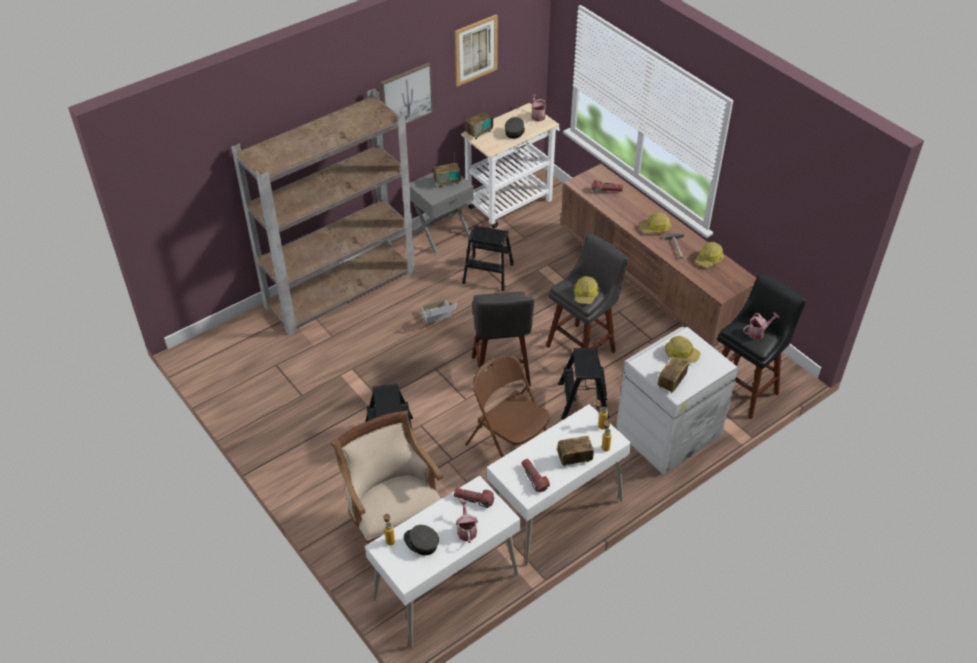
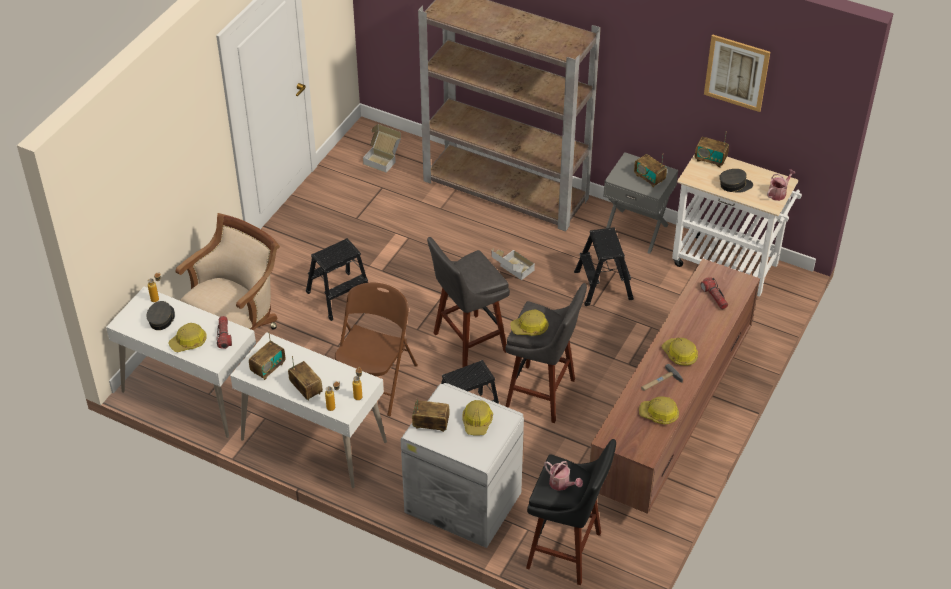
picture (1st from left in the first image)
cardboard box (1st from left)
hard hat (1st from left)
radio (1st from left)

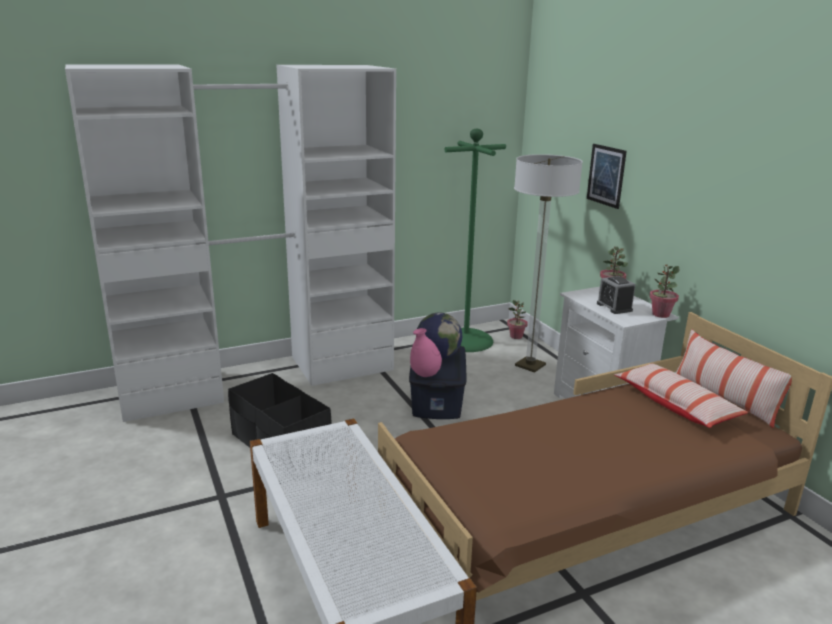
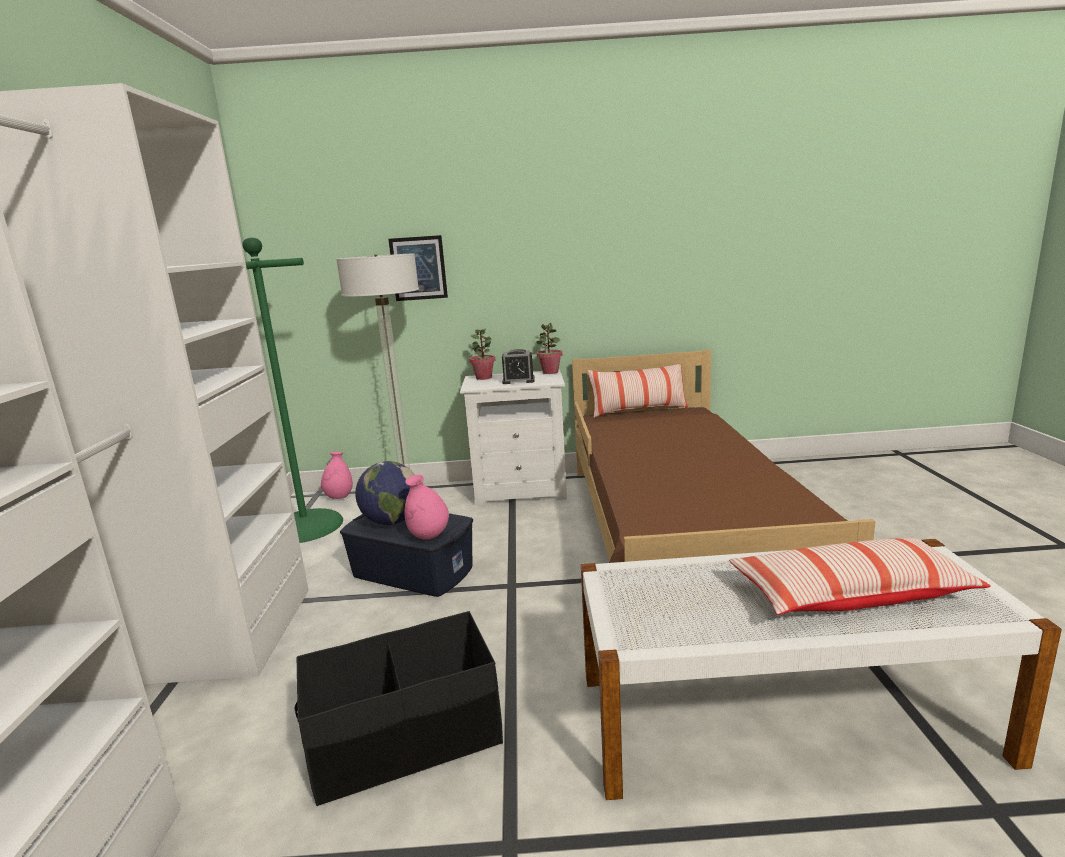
pillow (2nd from left)
vase/pink (1st from left)

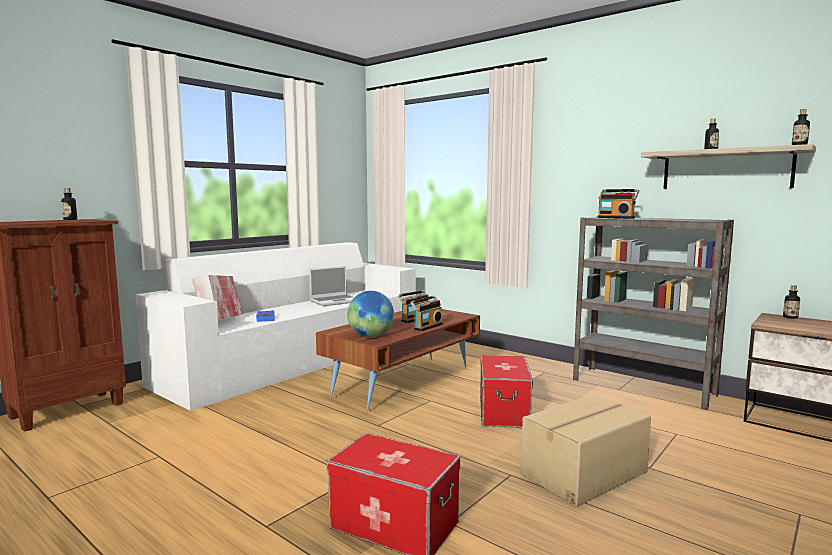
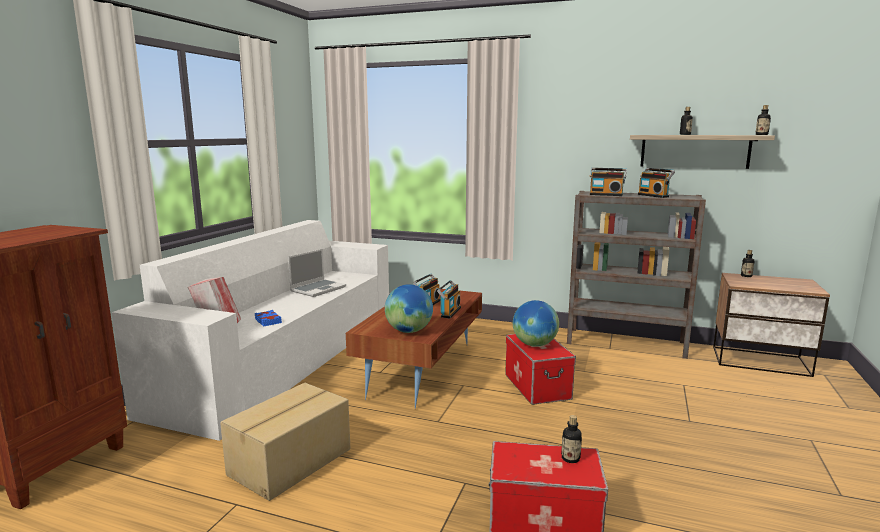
globe (2nd from left)
radio (4th from left)
bottle (1st from left)
cardboard box

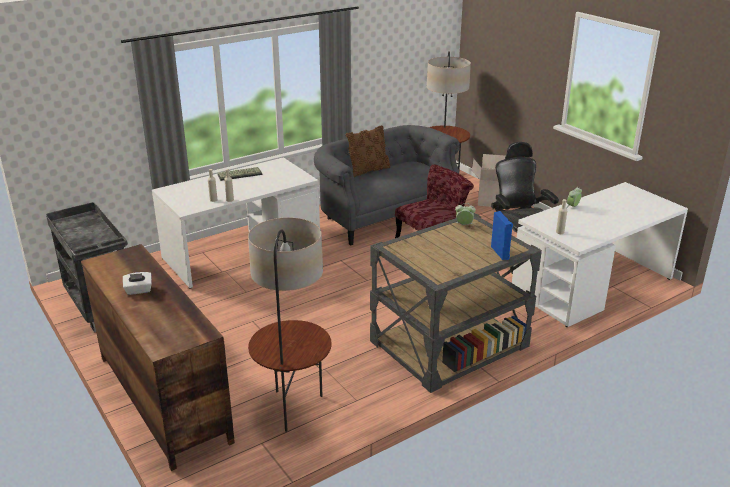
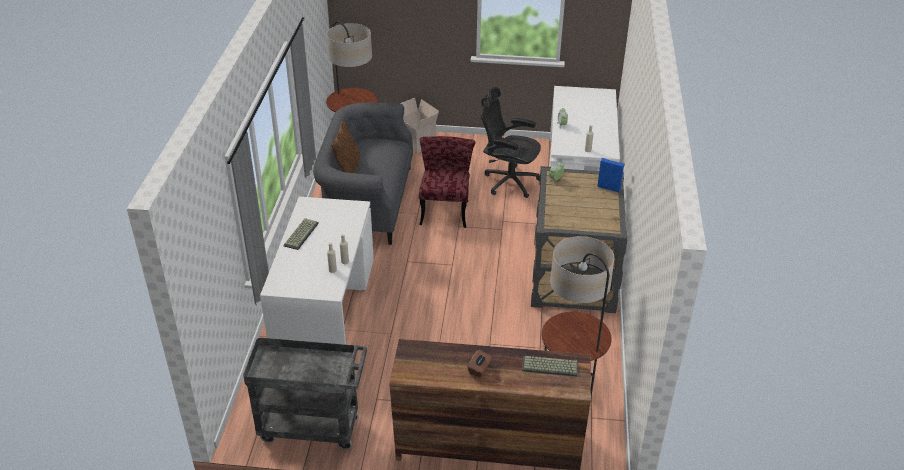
keyboard (2nd from left)
tissue box/brown

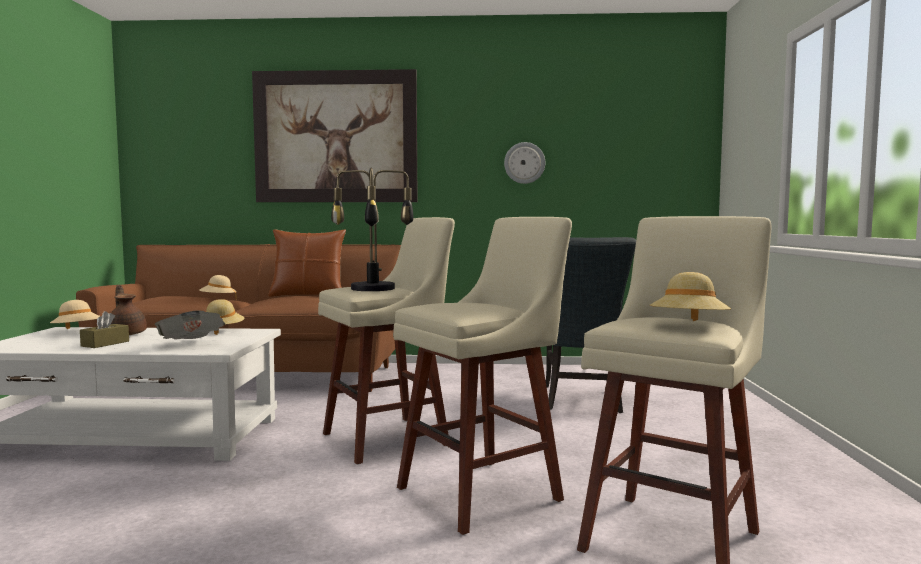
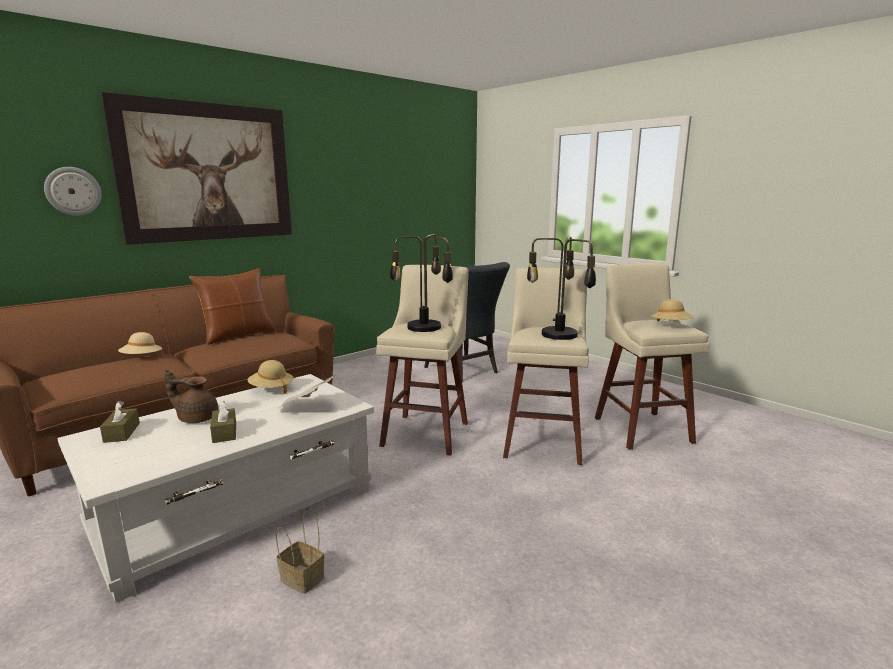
basket
table lamp (2nd from left)
wall clock
tissue box/brown (1st from left)

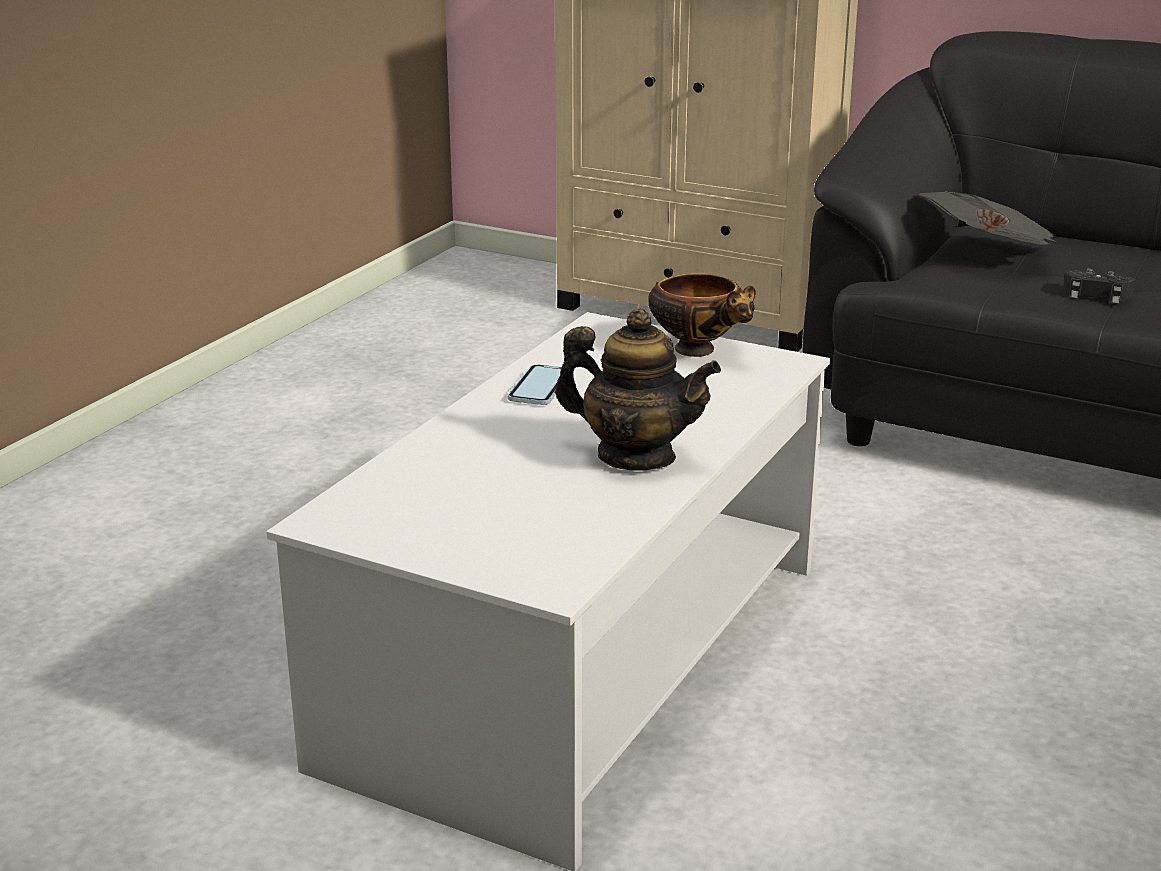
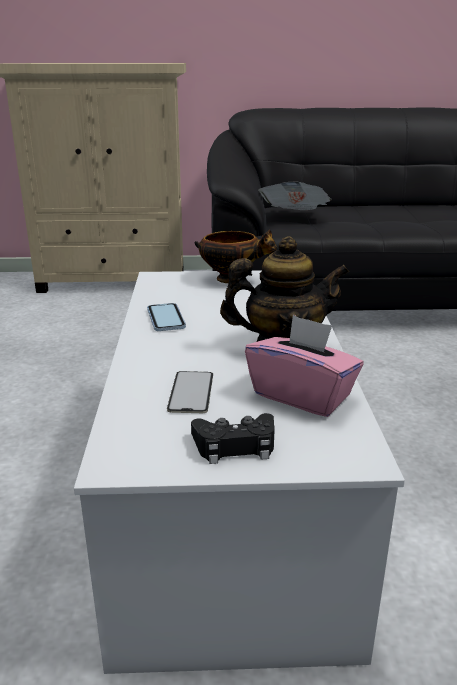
phone (2nd from left)
tissue box/pink
game controller/black

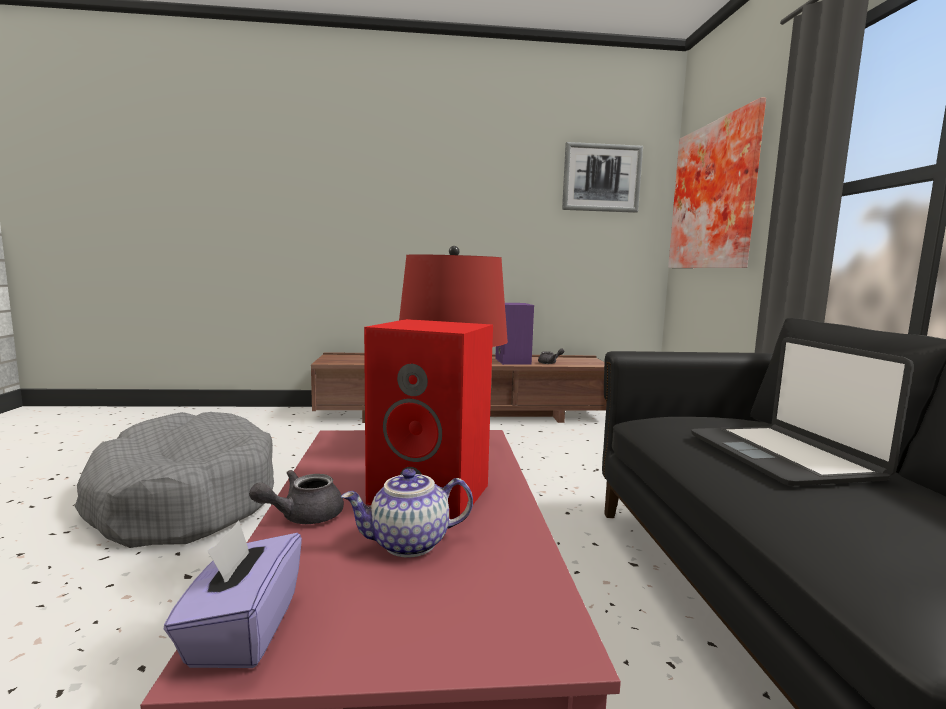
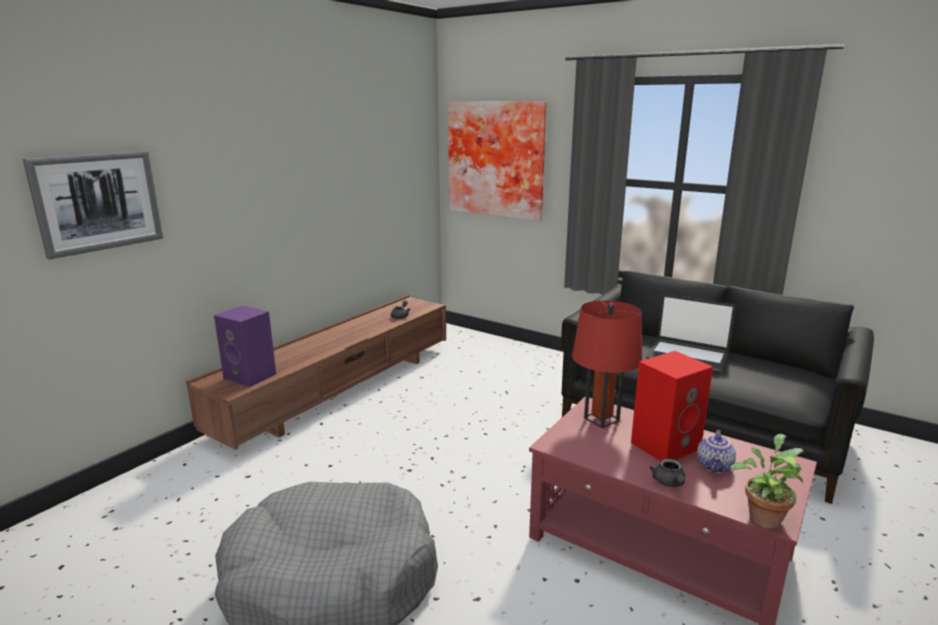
speaker/purple
picture (1st from left)
potted plant

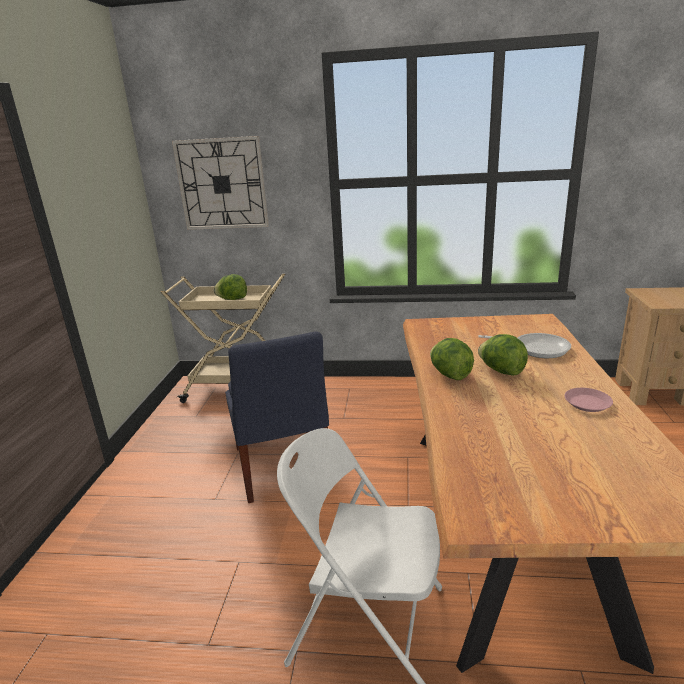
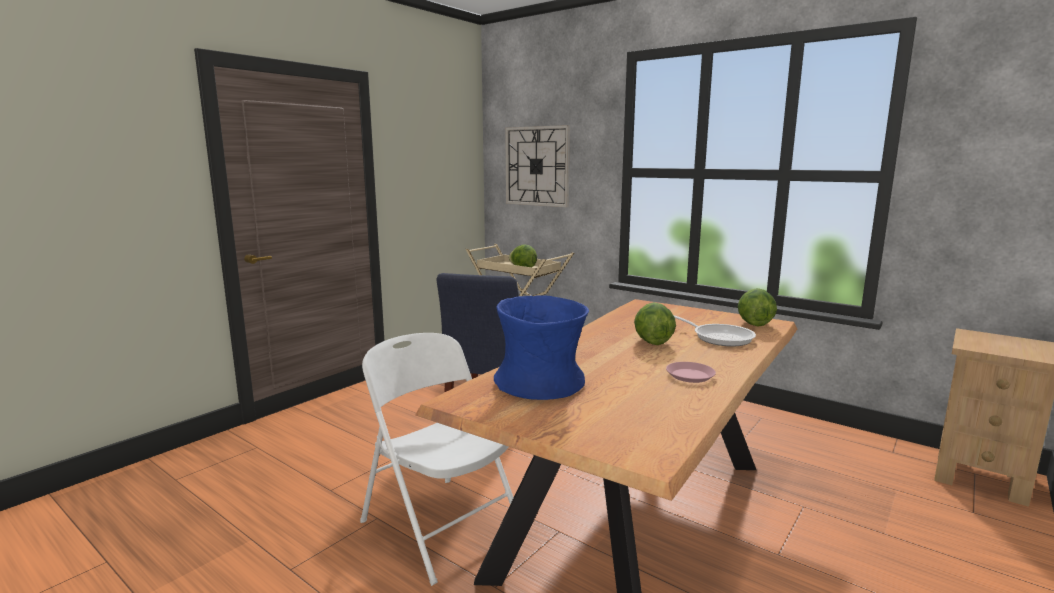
vase/blue
lettuce (3rd from left)

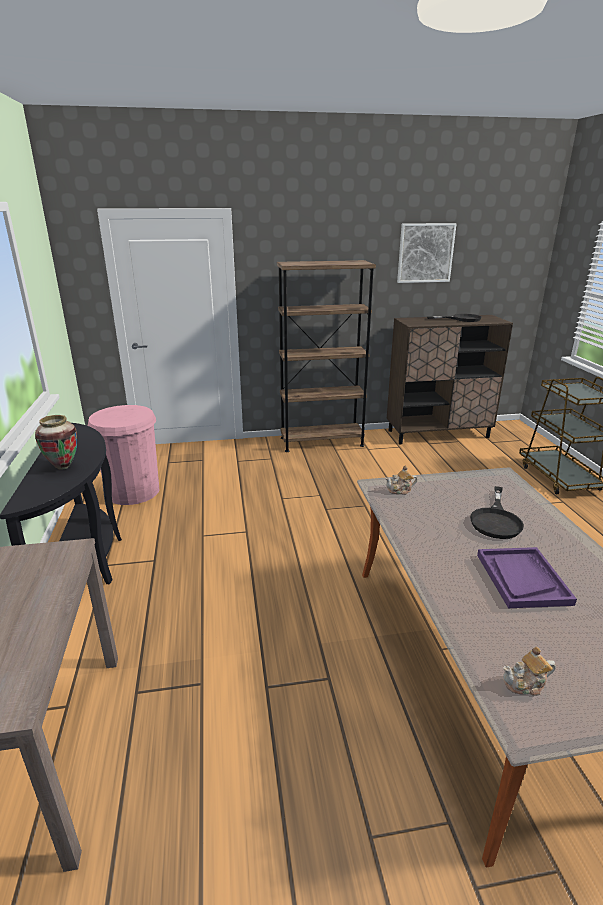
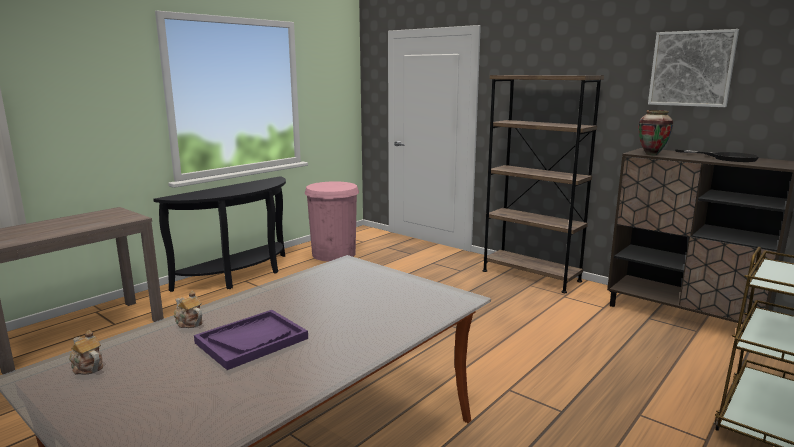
frying pan/black (2nd from left in the first image)
vase
teapot (2nd from left)

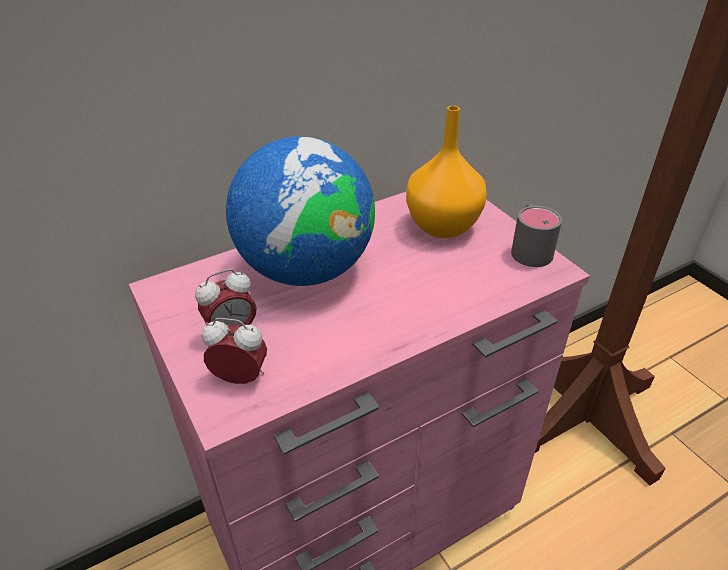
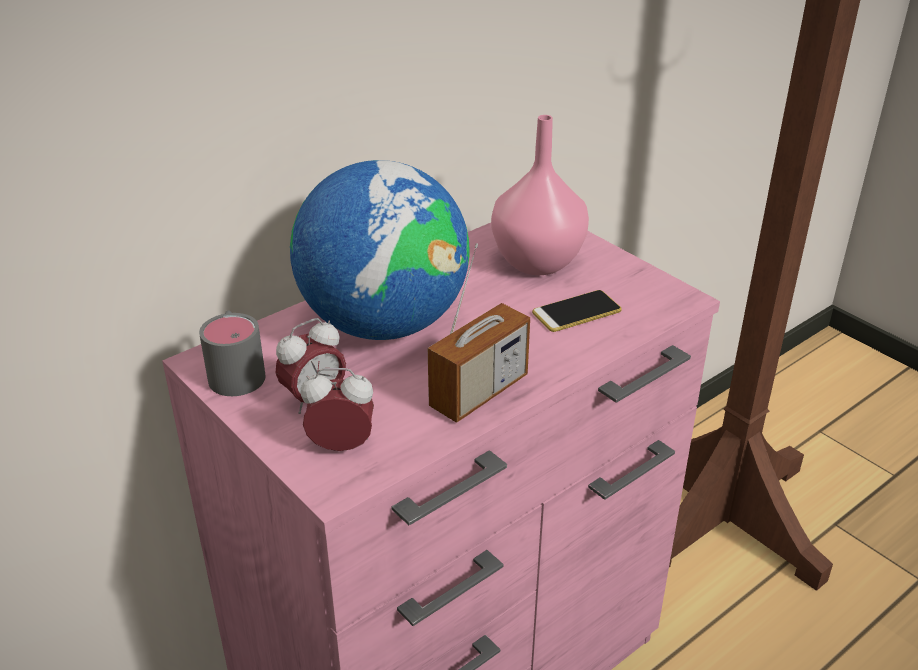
radio
phone
mug/grey
vase/pink

